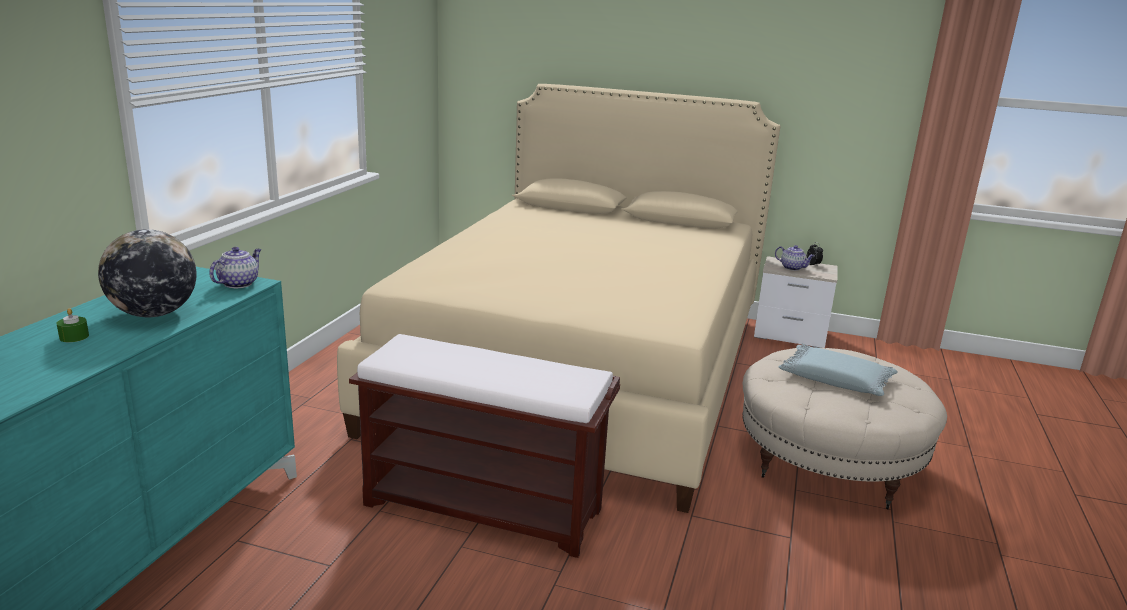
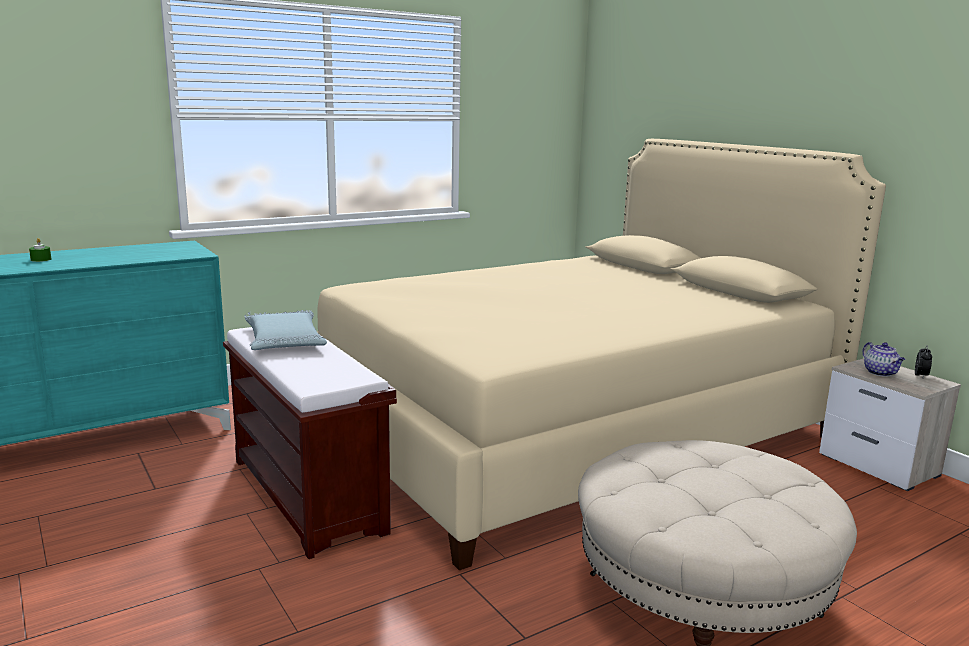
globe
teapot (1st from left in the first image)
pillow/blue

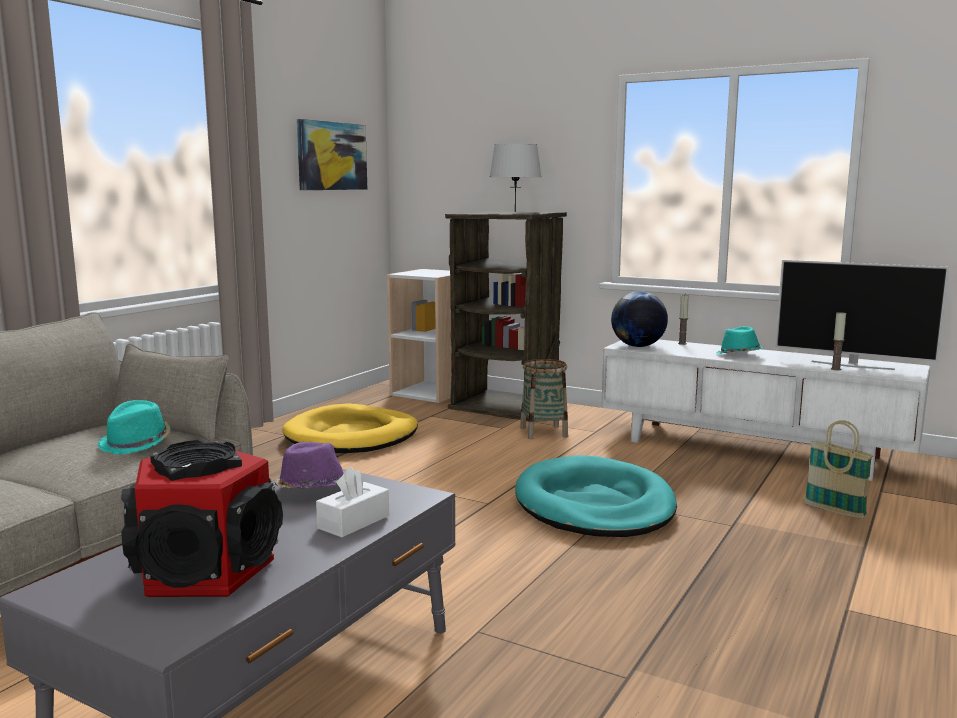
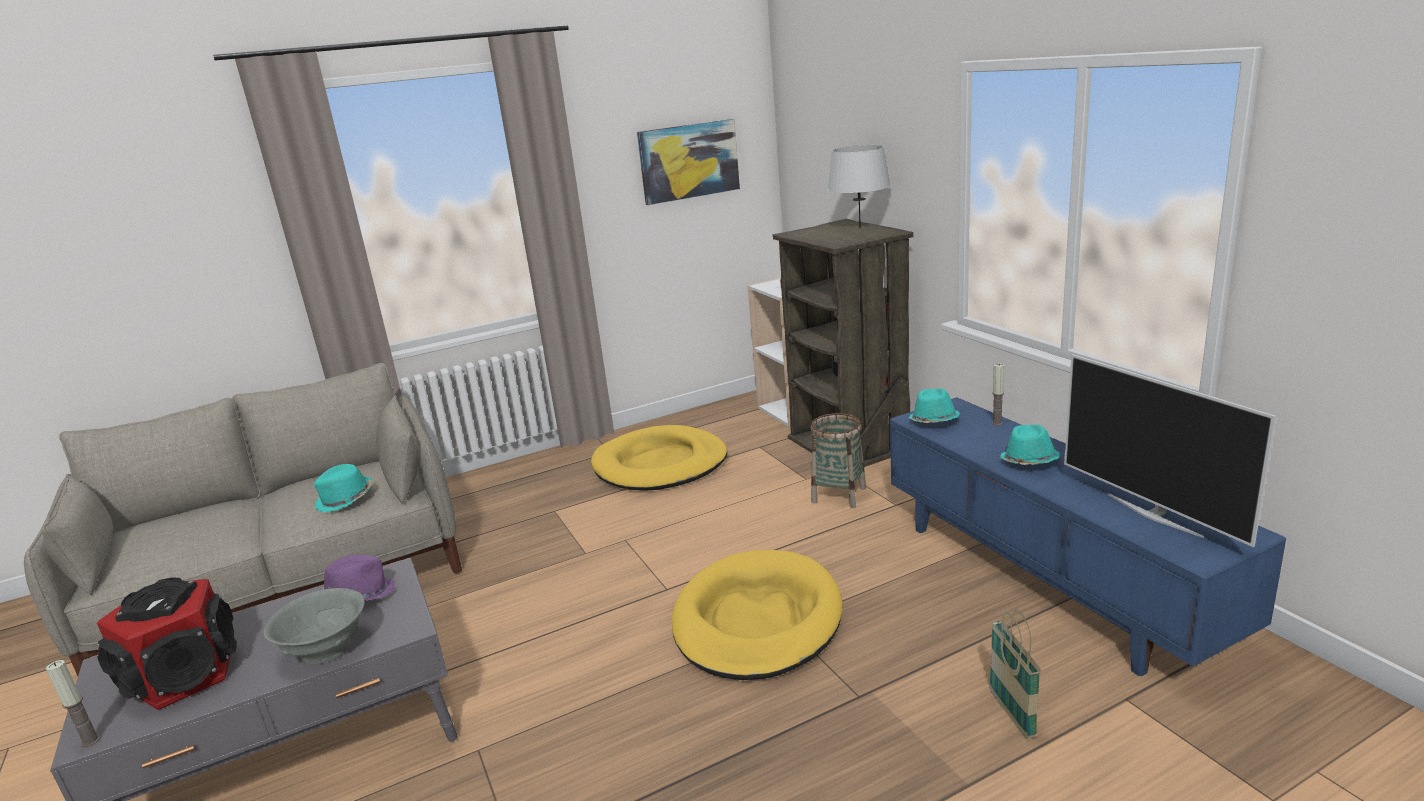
candle (1st from left)
bowl/grey
hat/turquoise (2nd from left)
dog bed/yellow (2nd from left)
tv stand/blue

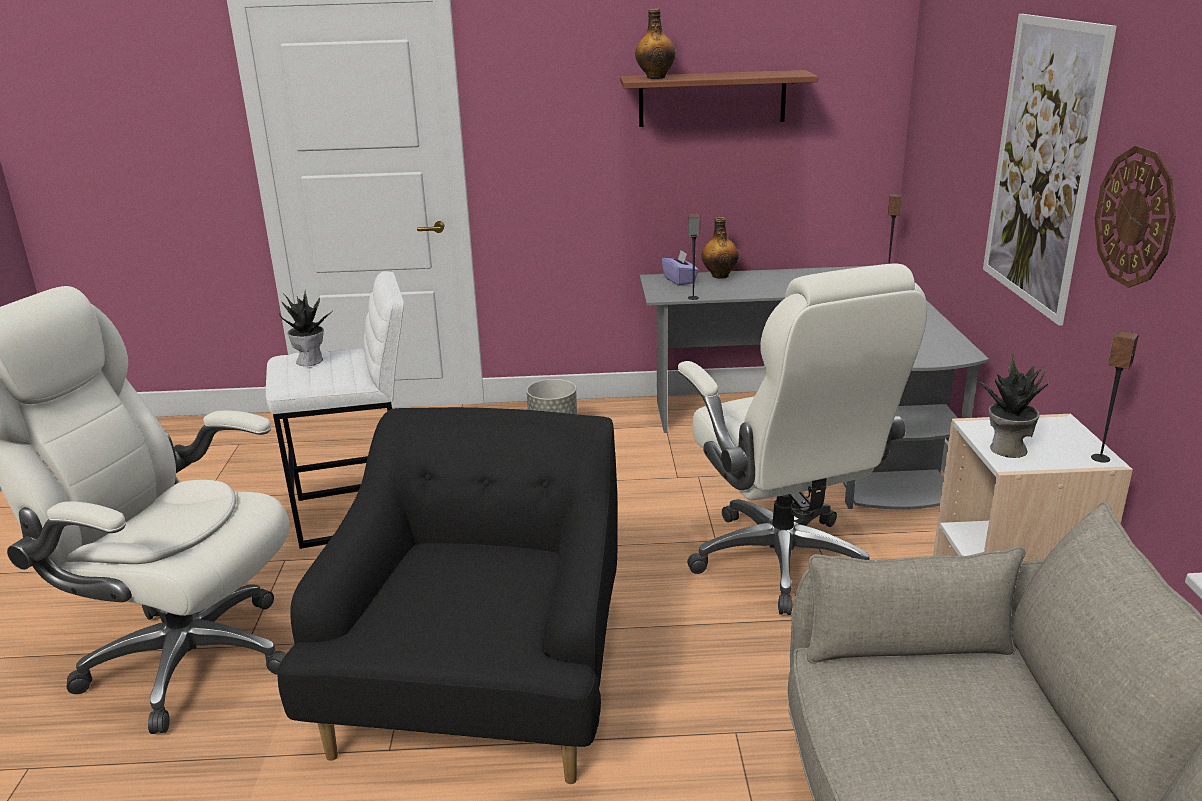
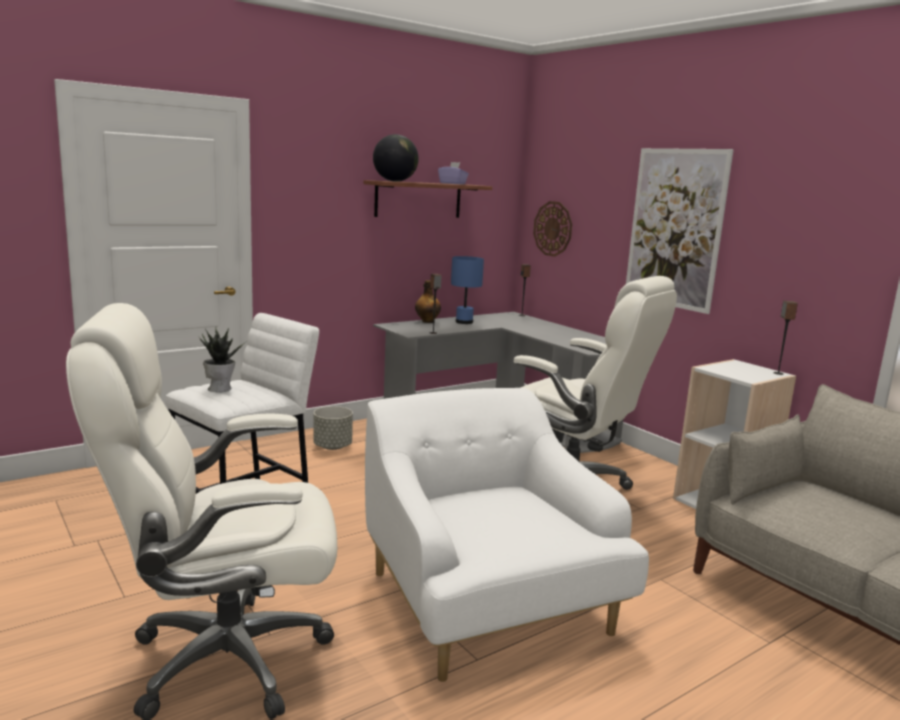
potted plant (2nd from left in the first image)
table lamp/blue
tissue box/purple
wall clock
globe
armchair/white

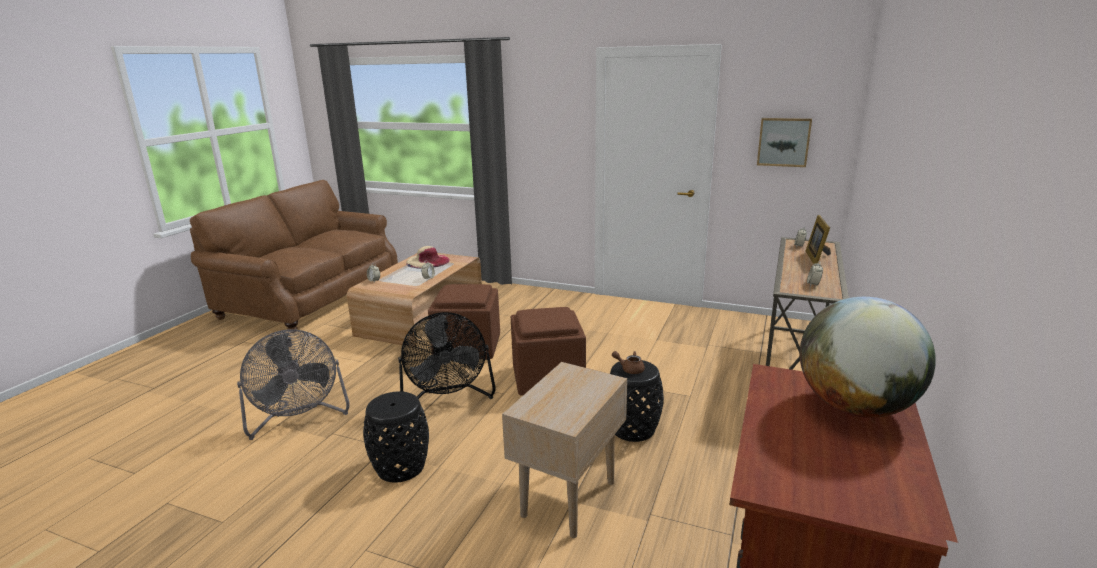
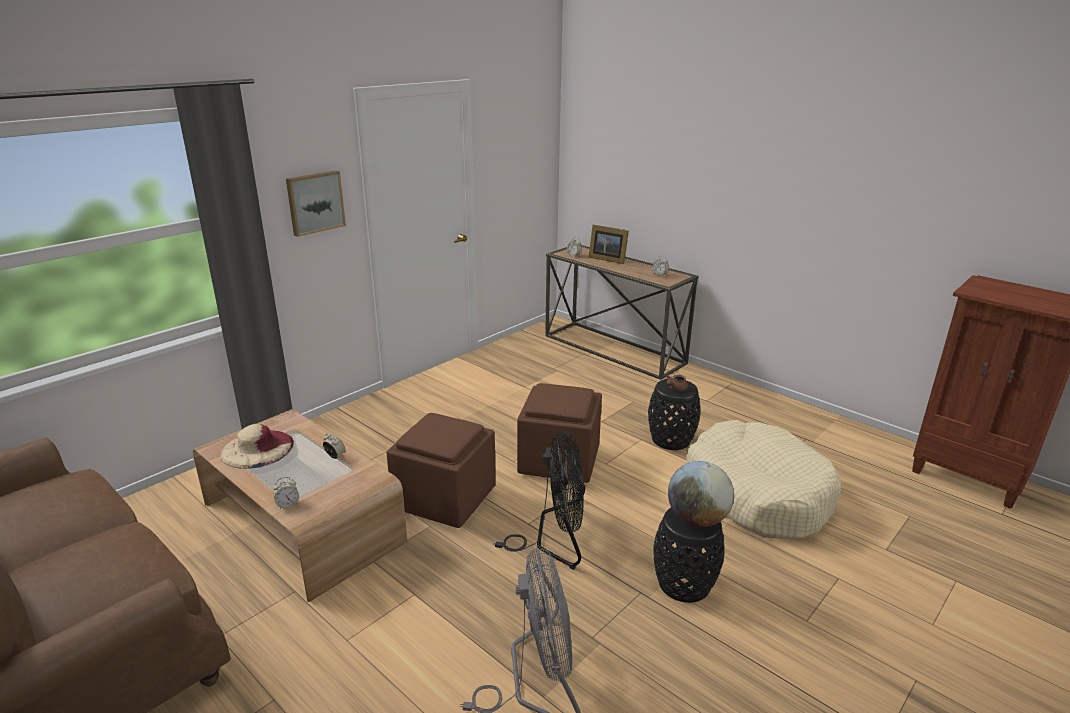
picture
globe
dog bed/beige

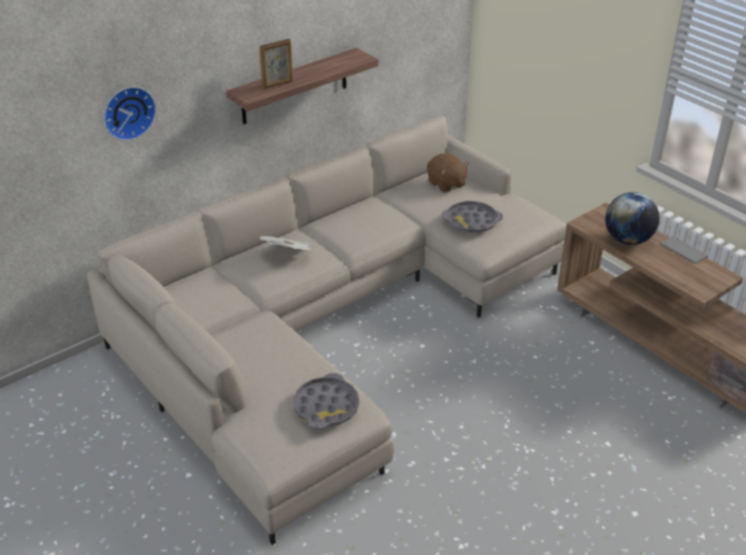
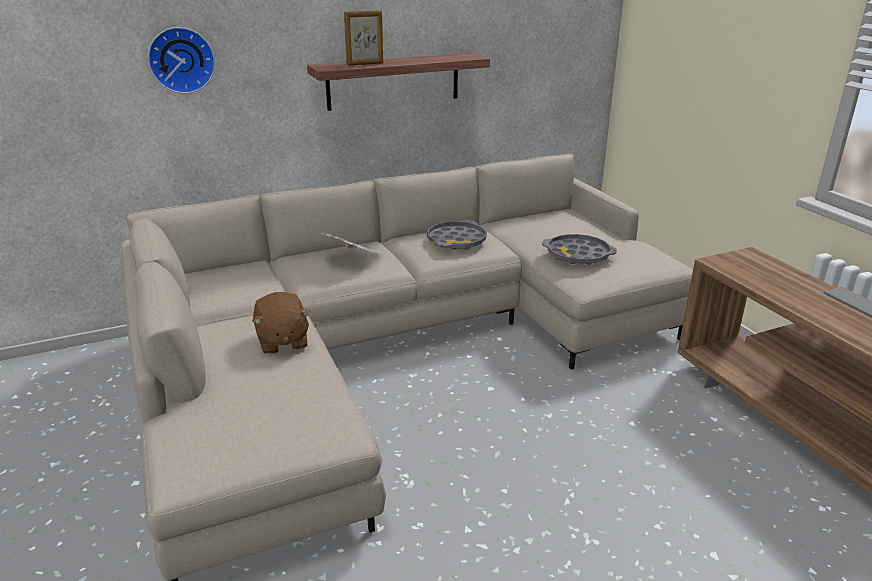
globe
tray/grey (1st from left)
plush toy/brown

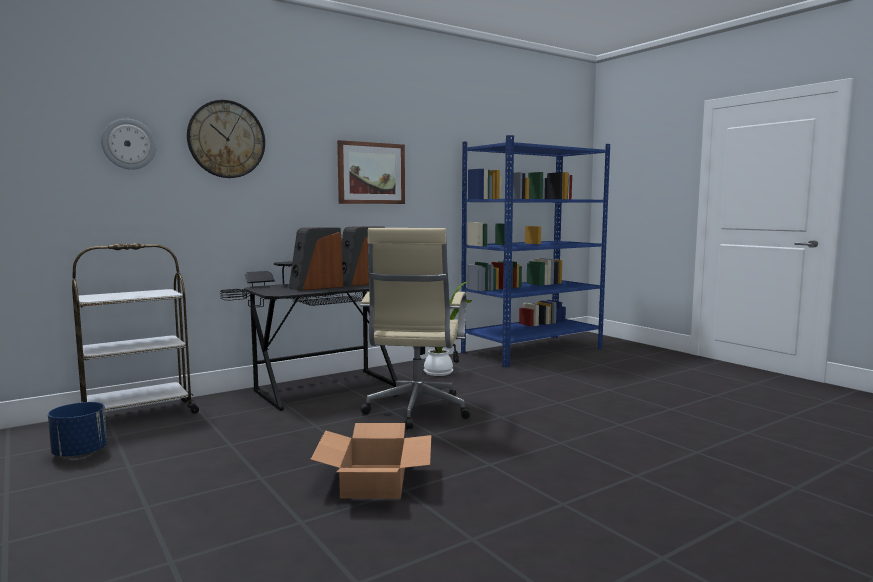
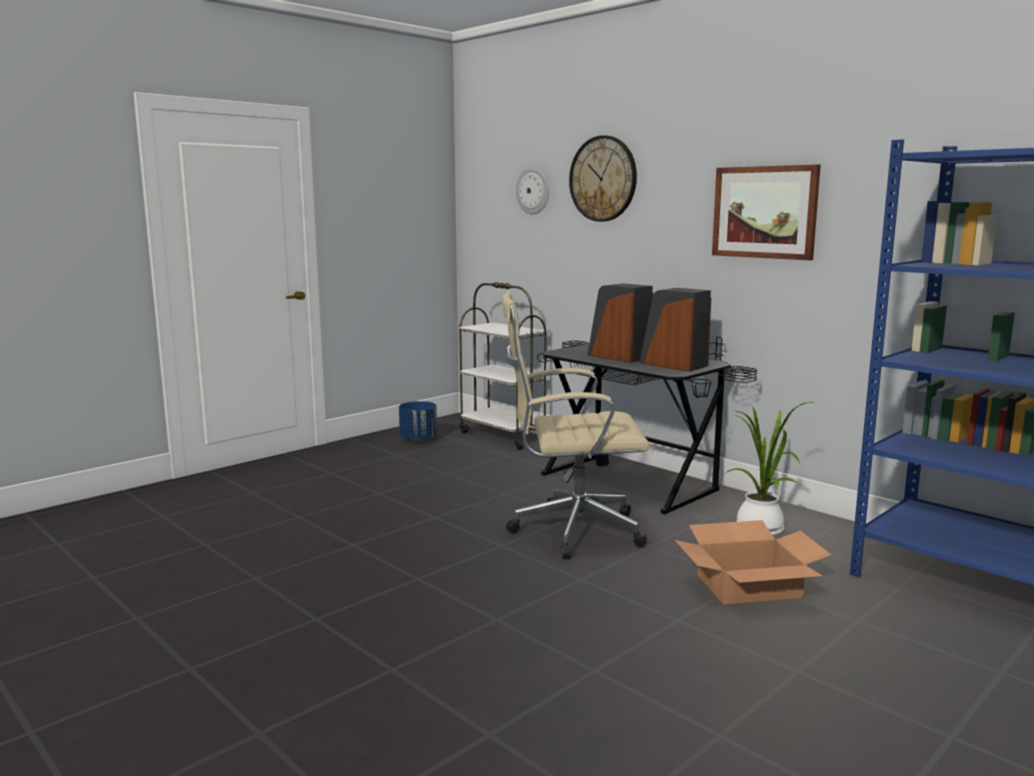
cardboard box

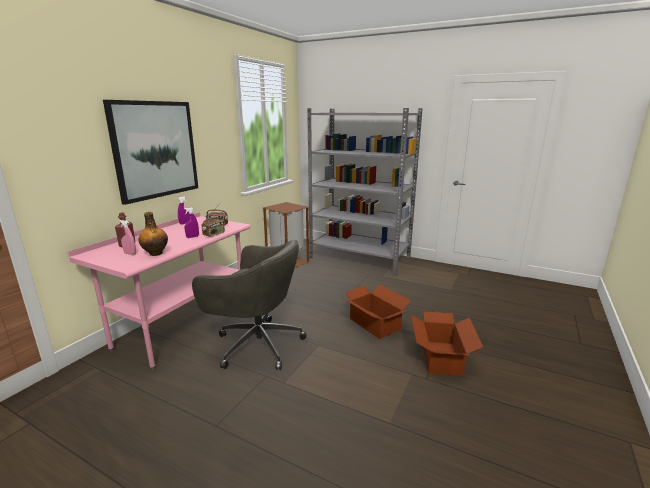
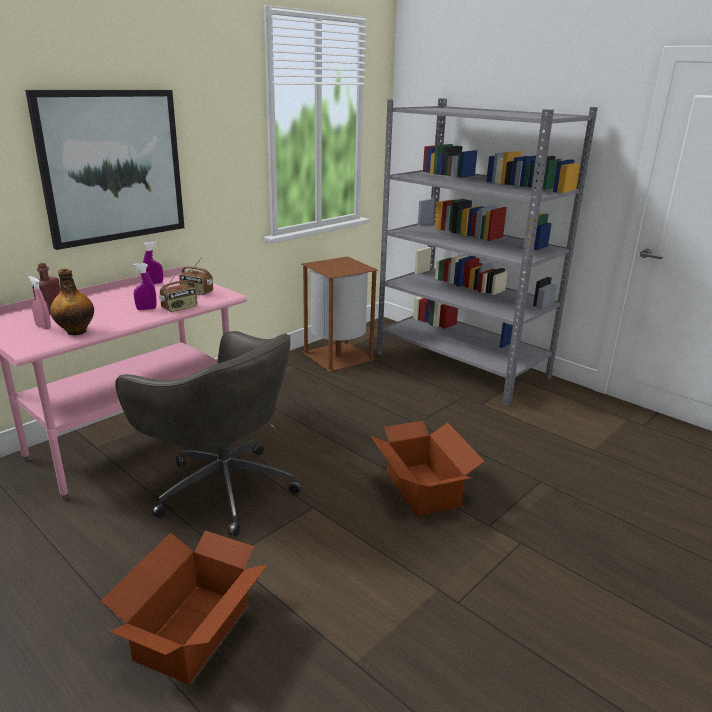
cardboard box (1st from left)

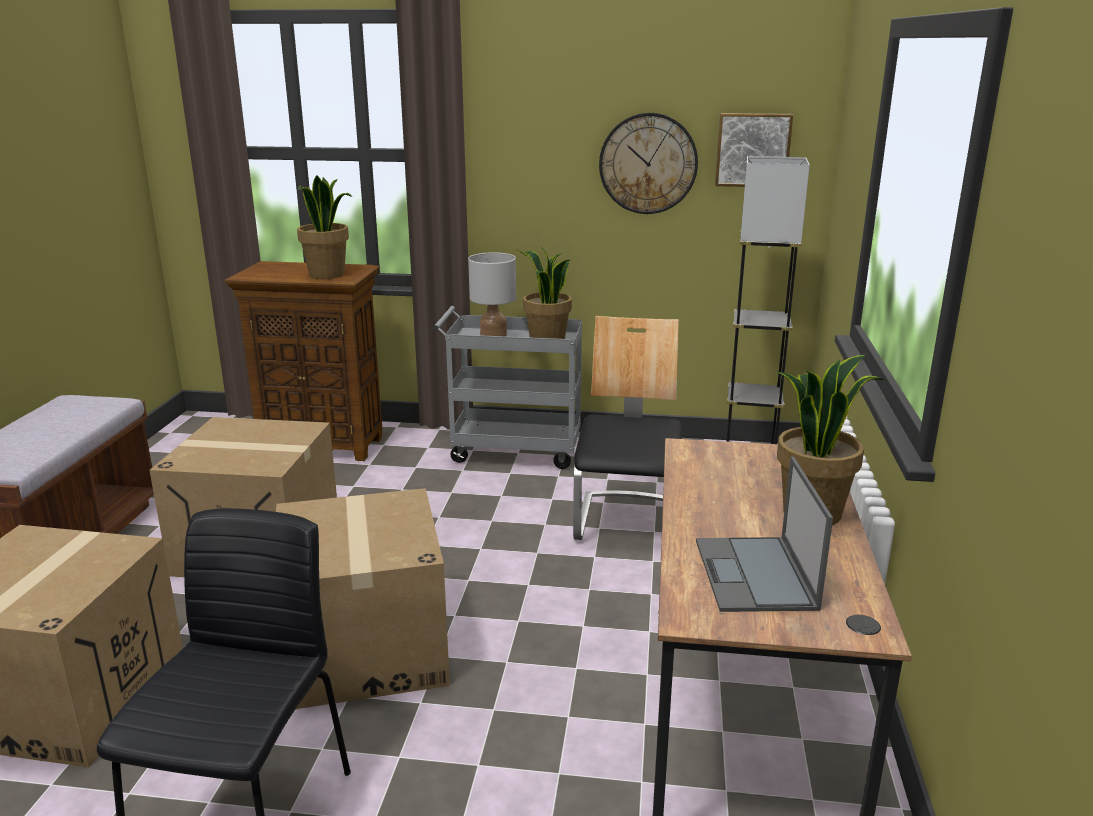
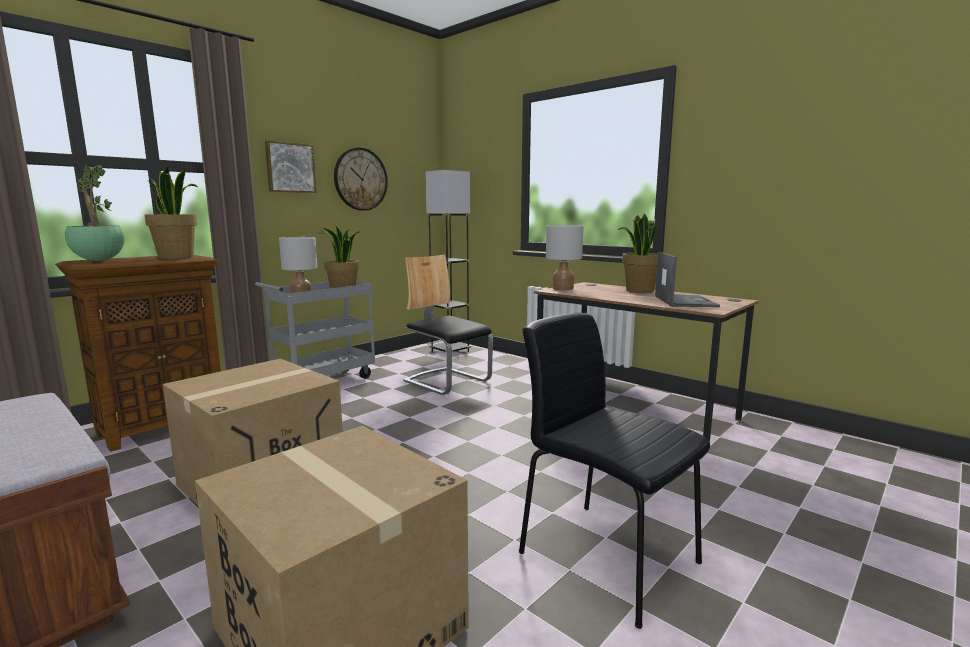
cardboard box (3rd from left in the first image)
potted plant (1st from left)
table lamp/grey (2nd from left)
picture
laptop

